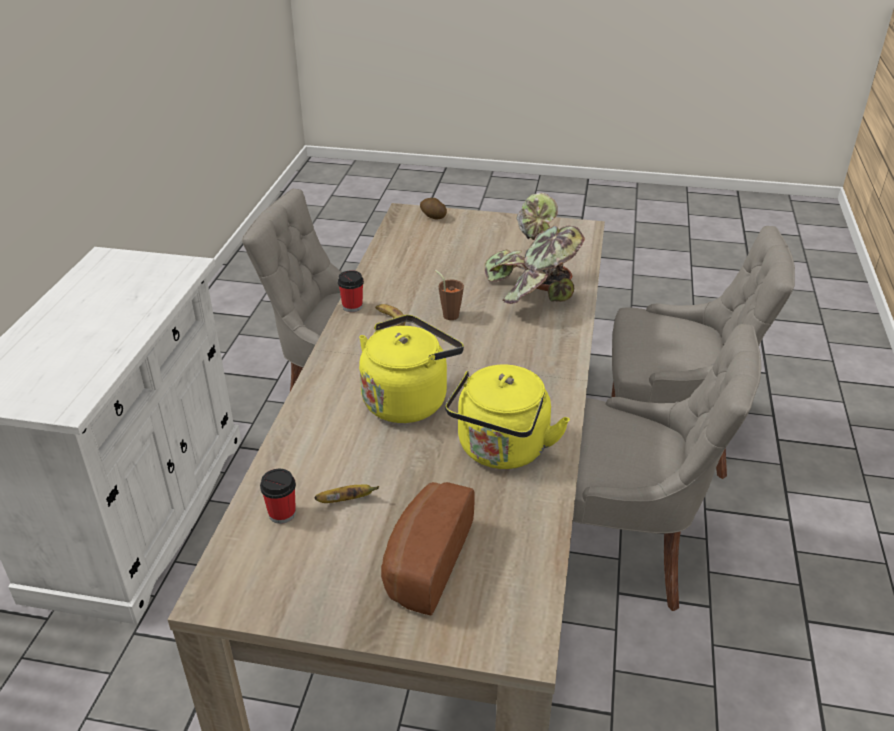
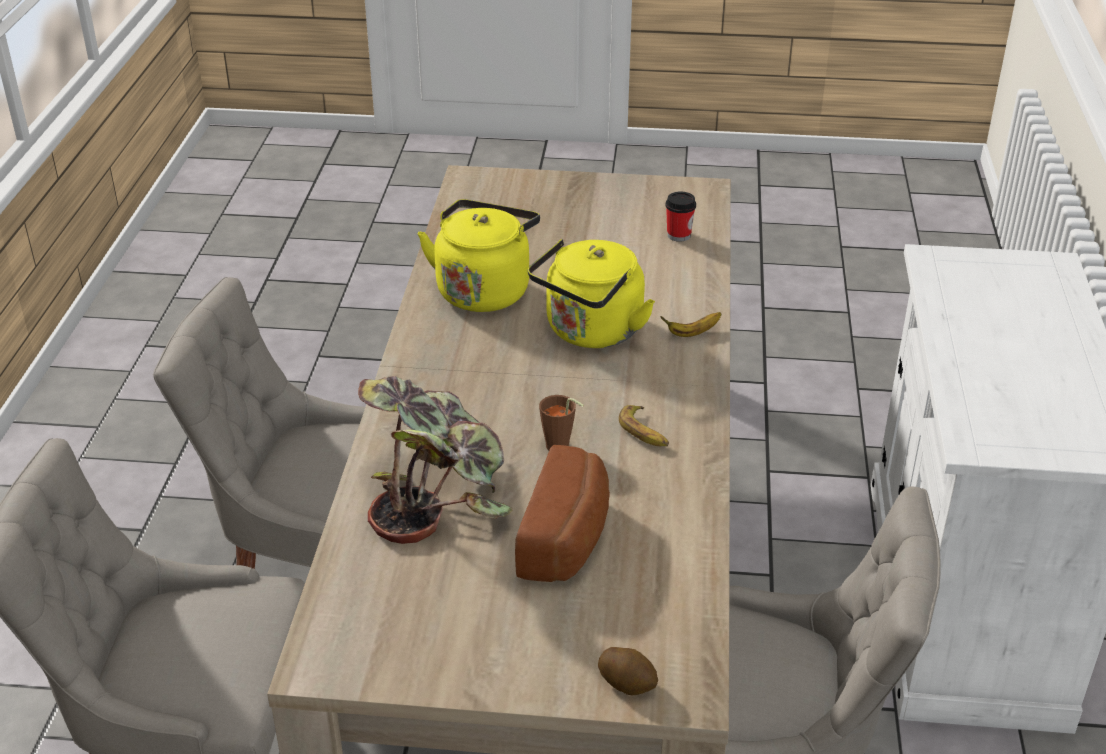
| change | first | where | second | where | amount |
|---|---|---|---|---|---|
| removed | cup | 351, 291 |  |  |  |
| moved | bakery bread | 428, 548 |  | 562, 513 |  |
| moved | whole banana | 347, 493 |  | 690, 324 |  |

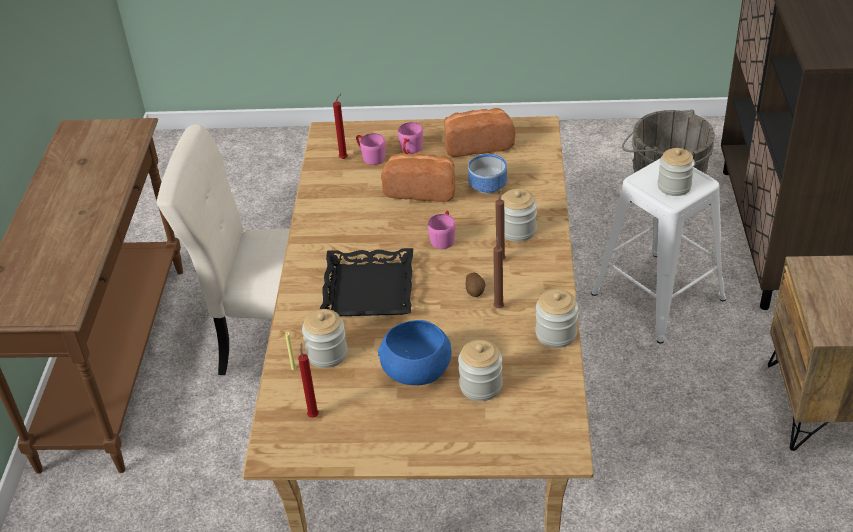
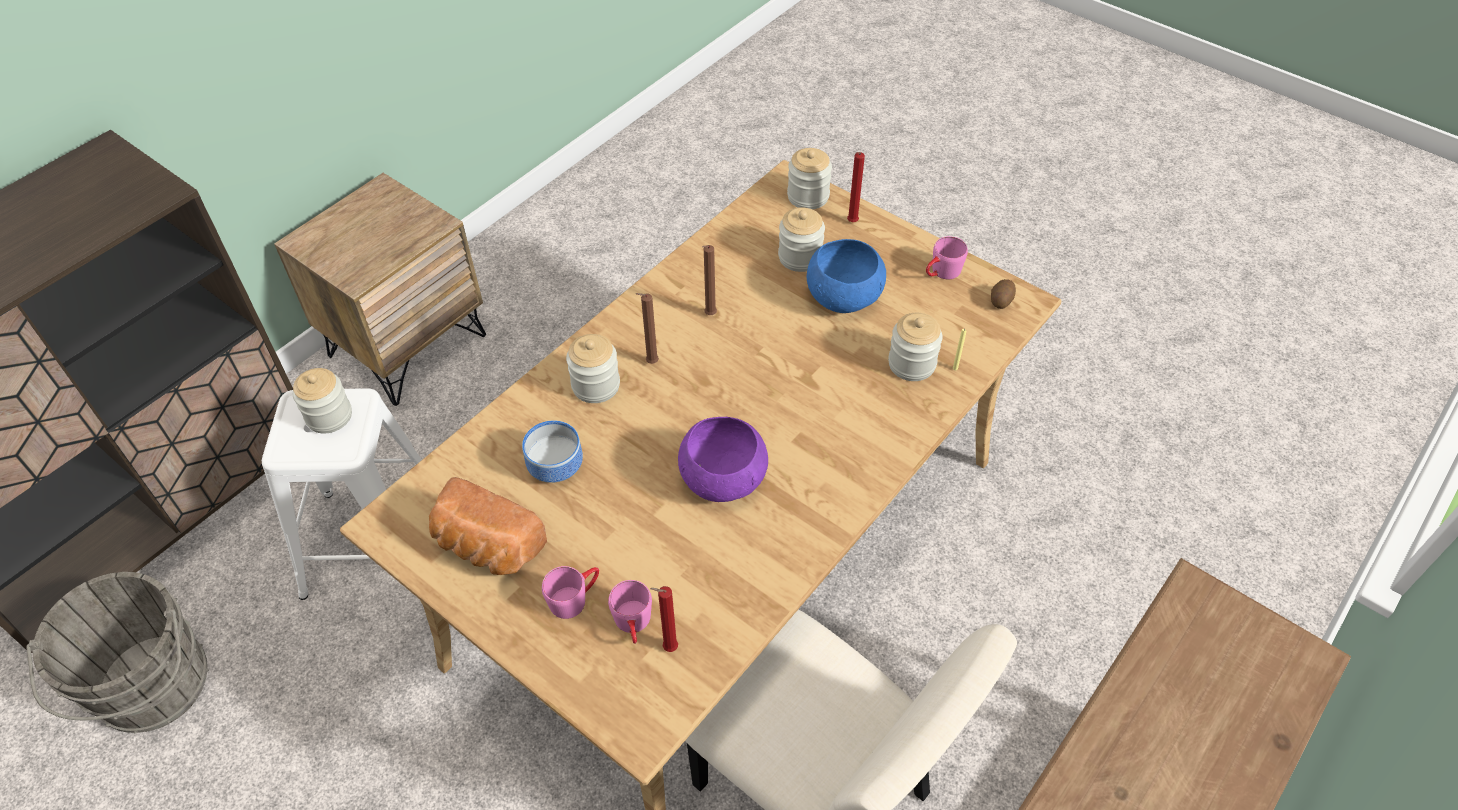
| change | first | where | second | where | amount |
|---|---|---|---|---|---|
| removed | bakery bread | 418, 177 |  |  |  |
| moved | tea mug/pinkish | 442, 230 |  | 947, 257 |  |
| removed | tray/black | 366, 282 |  |  |  |
| moved | potato | 475, 285 |  | 1003, 294 |  |
| moved | jar | 556, 318 |  | 809, 178 |  |
| moved | wax light/red | 308, 380 |  | 856, 187 |  |
| added |  |  | deep dish/purple-coloured | 723, 459 |  |

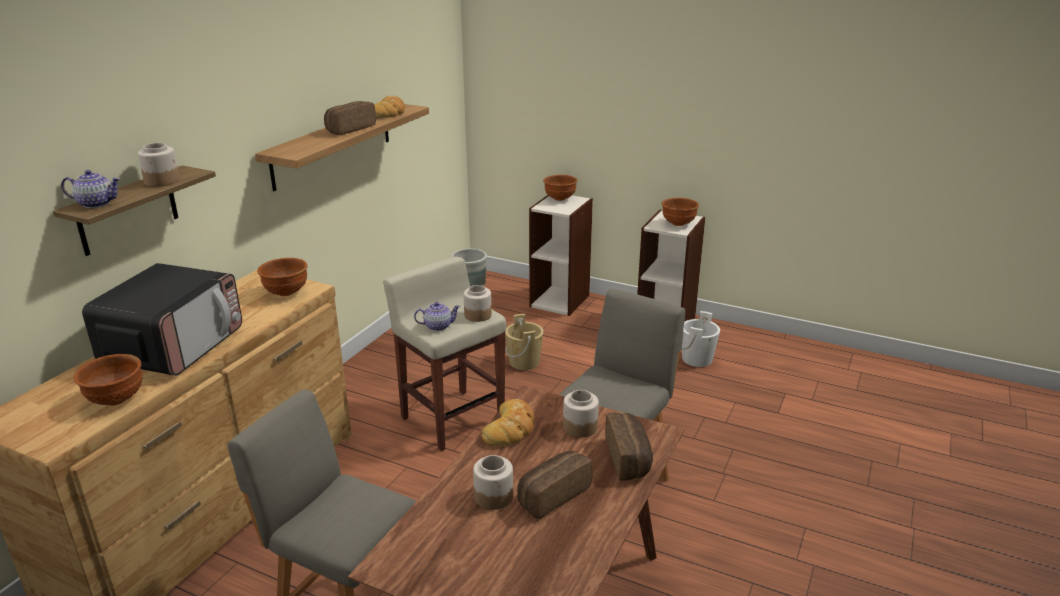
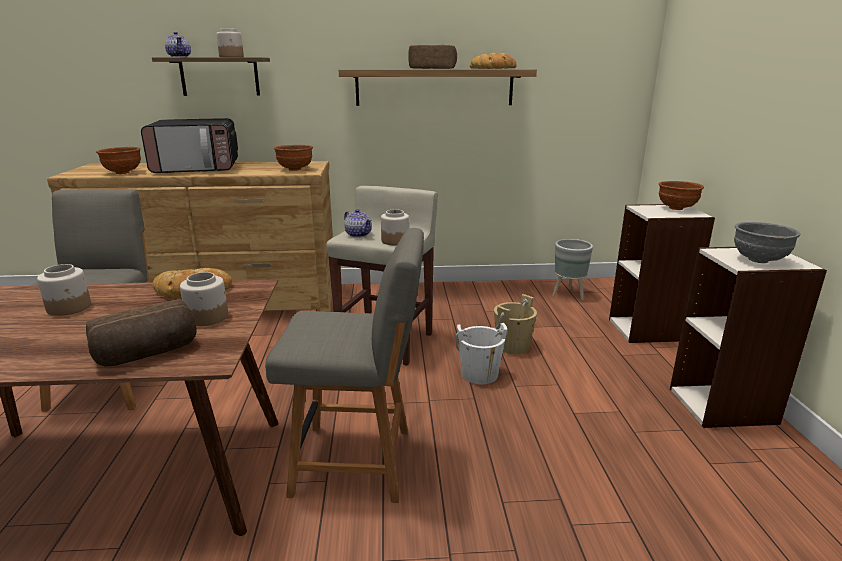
| change | first | where | second | where | amount |
|---|---|---|---|---|---|
| recoloured | deep dish/brown-coloured | 680, 212 | deep dish/gray | 767, 242 |  |
| moved | bucket/white | 701, 339 |  | 481, 353 |  |
| removed | bakery bread | 555, 484 |  |  |  |

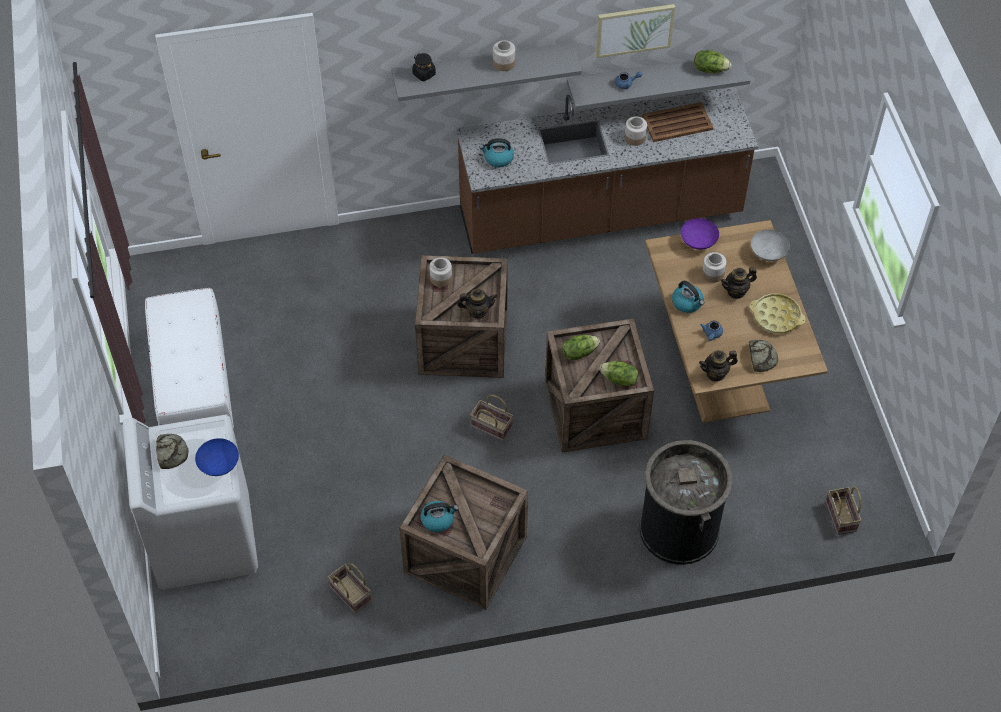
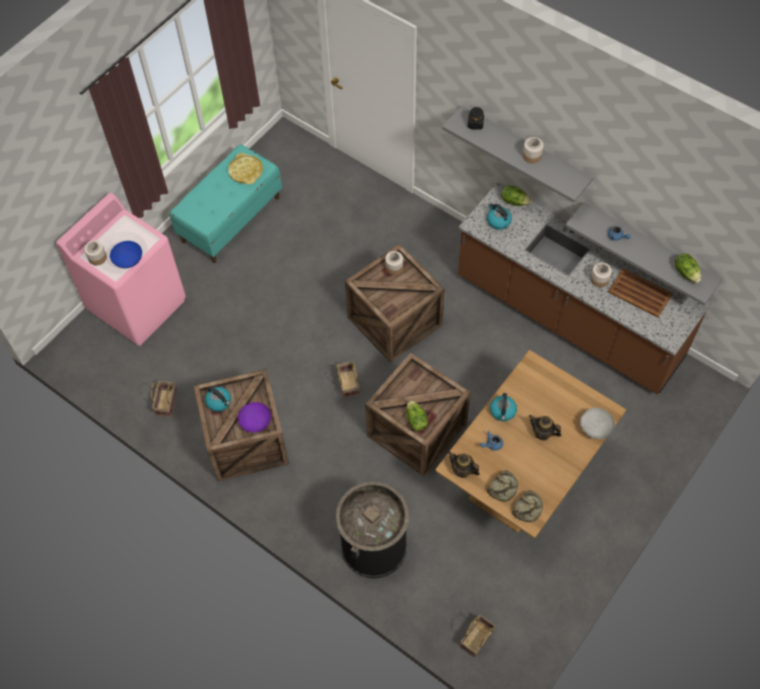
| change | first | where | second | where | amount |
|---|---|---|---|---|---|
| removed | picture | 635, 31 |  |  |  |
| moved | deep dish/purple-coloured | 700, 234 |  | 254, 417 |  |
| moved | jar | 714, 267 |  | 95, 252 |  |
| recoloured | indoor bench/white | 189, 358 | indoor bench/turquoise | 226, 203 |  |
| removed | tea pot | 477, 304 |  |  |  |
| moved | tray/yellowish | 777, 313 |  | 245, 169 |  |
| moved | lettuce | 581, 347 |  | 516, 195 |  |
| recoloured | laundry machine/white | 190, 502 | laundry machine/pinkish | 121, 269 |  |
| moved | bakery bread | 172, 451 |  | 527, 506 |  |

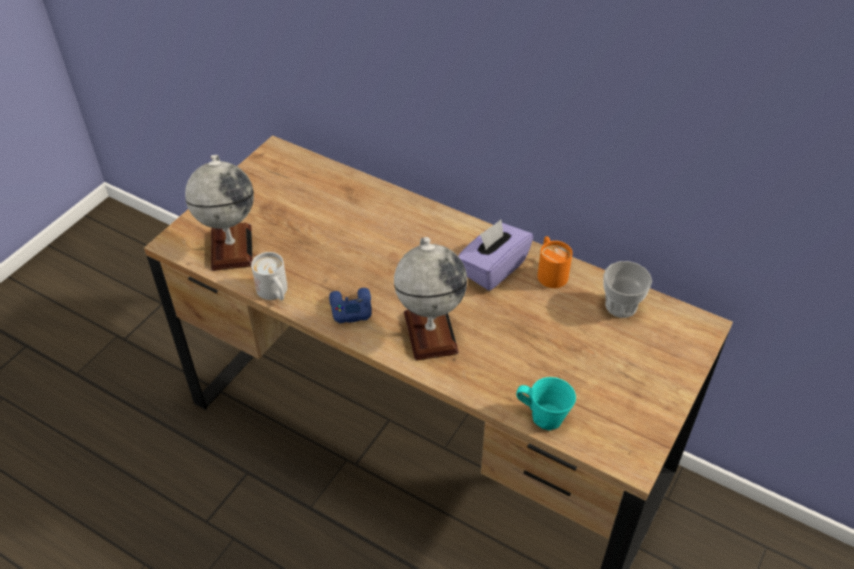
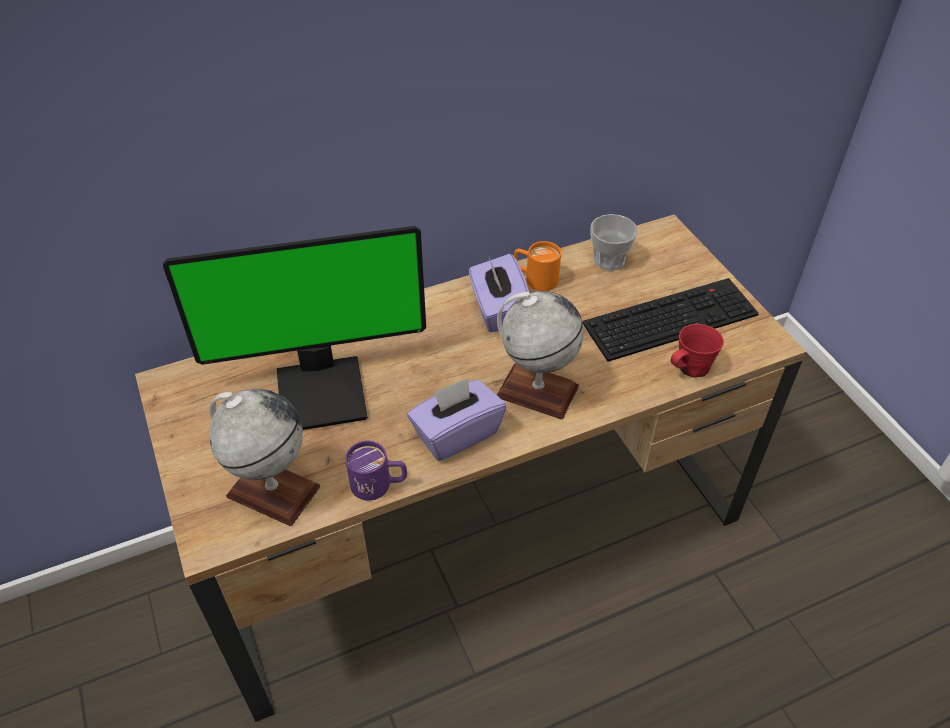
| change | first | where | second | where | amount |
|---|---|---|---|---|---|
| recoloured | tea mug/white | 269, 276 | tea mug/purple-coloured | 376, 471 |  |
| replaced | gamepad/bluish | 350, 305 | tissue box/purple-coloured | 456, 419 |  |
| recoloured | tea mug/turquoise | 546, 404 | tea mug/red | 697, 351 |  |
| added |  |  | computer screen | 294, 328 |  |
| added |  |  | PC keyboard | 670, 320 |  |

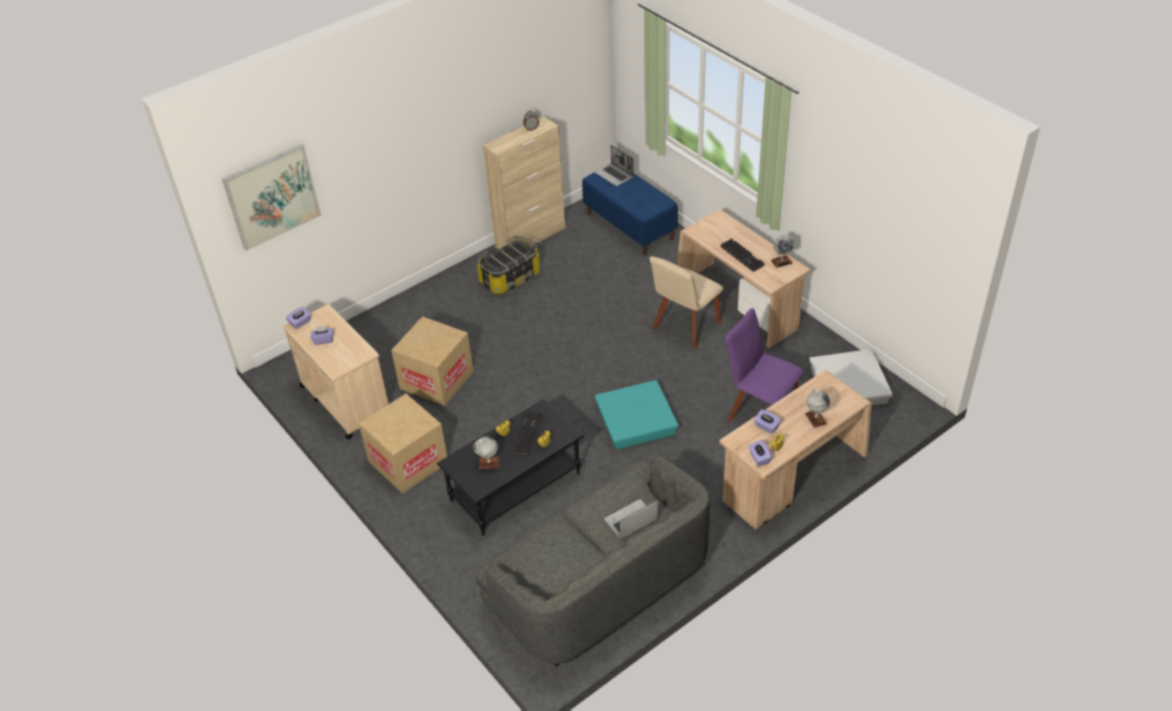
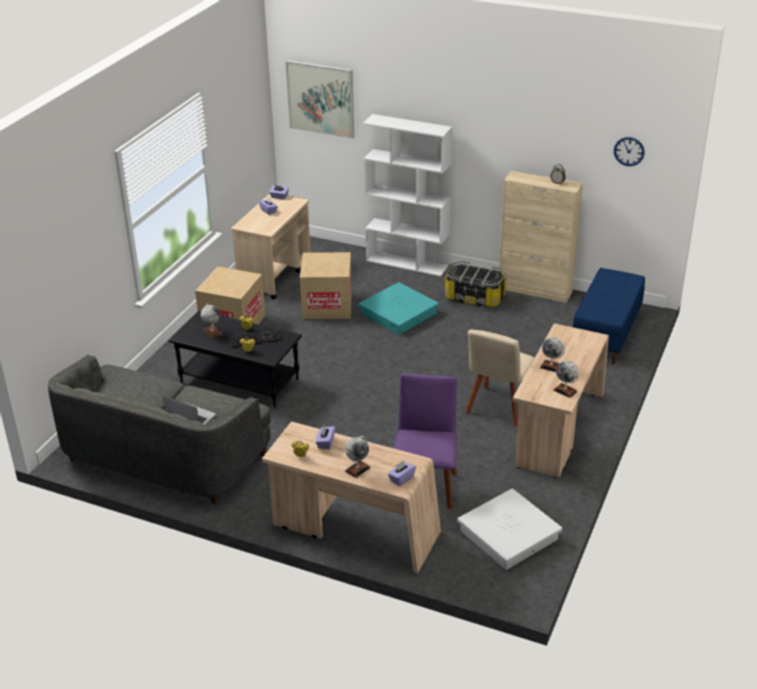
| change | first | where | second | where | amount |
|---|---|---|---|---|---|
| removed | laptop | 614, 165 |  |  |  |
| replaced | PC keyboard | 742, 255 | globe | 552, 354 |  |
| turned | upright chair/sand-coloured | 686, 303 |  | 499, 378 | 75 degrees counterclockwise |
| moved | storage box/turquoise | 636, 414 |  | 398, 308 |  |
| moved | tissue box/purple-coloured | 760, 453 |  | 402, 473 |  |
| added |  |  | bookshelf/white | 407, 195 |  |
| added |  |  | wall clock | 629, 151 |  |

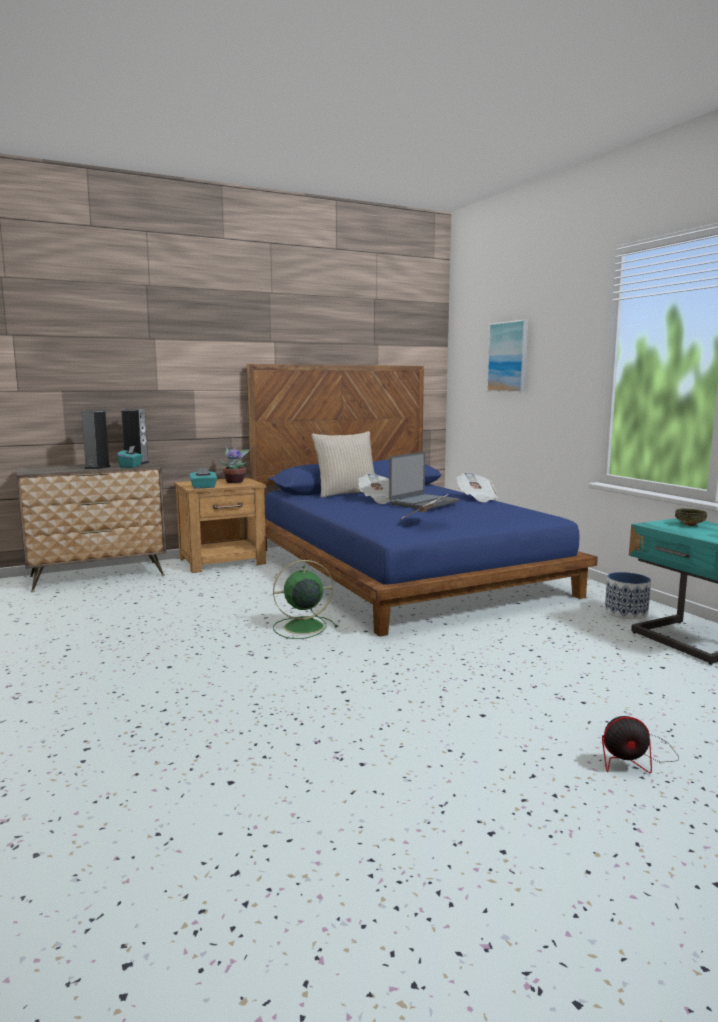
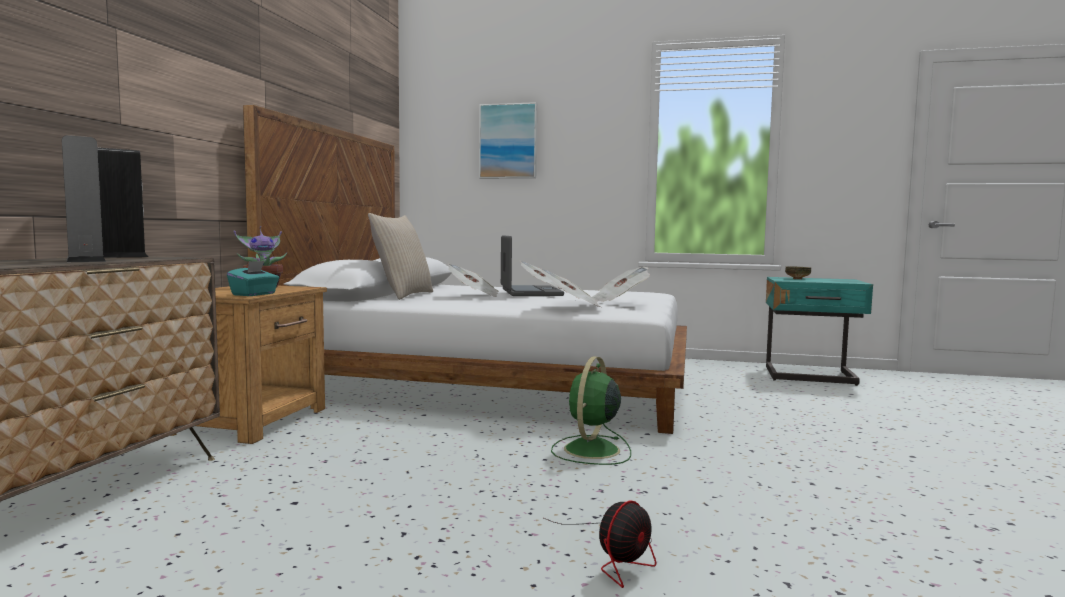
| change | first | where | second | where | amount |
|---|---|---|---|---|---|
| recoloured | sleeping bed/bluish | 422, 500 | sleeping bed/white | 465, 269 |  |
| removed | tissue box/turquoise | 130, 457 |  |  |  |
| removed | planter | 628, 595 |  |  |  |
| moved | cooling fan | 640, 744 |  | 600, 544 |  |
| added |  |  | newspaper | 570, 287 |  |

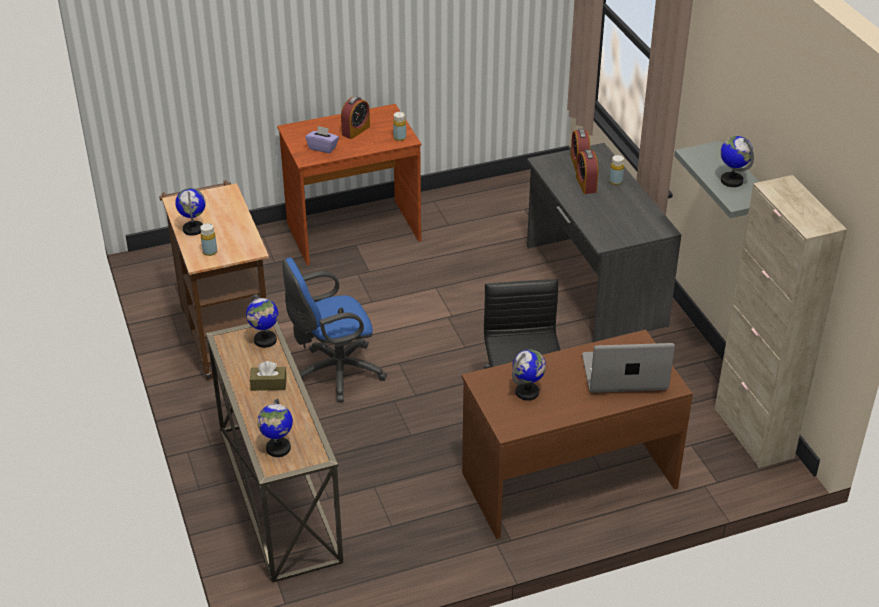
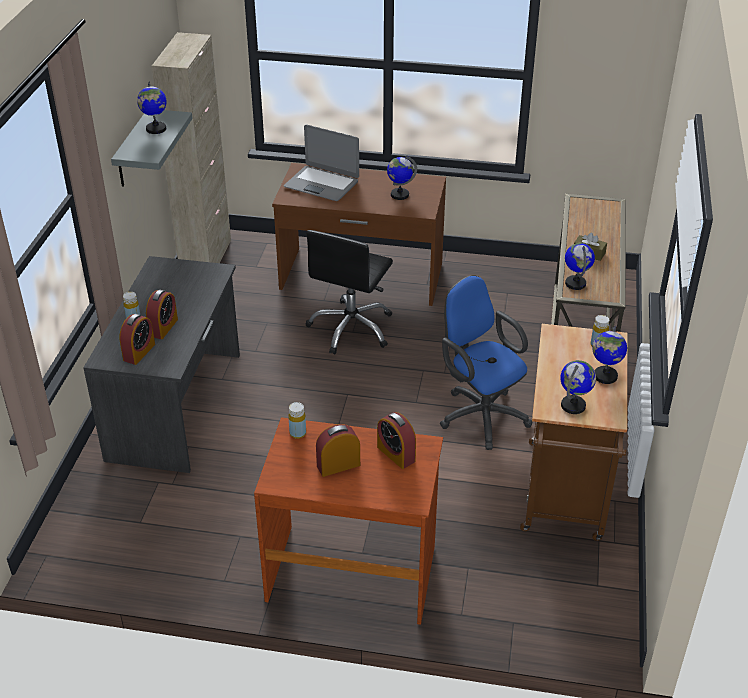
| change | first | where | second | where | amount |
|---|---|---|---|---|---|
| replaced | tissue box/purple-coloured | 322, 139 | table clock | 396, 440 |  |
| turned | desk chair/bluish | 334, 330 |  | 486, 362 | 135 degrees counterclockwise |
| moved | globe | 275, 428 |  | 578, 387 |  |

